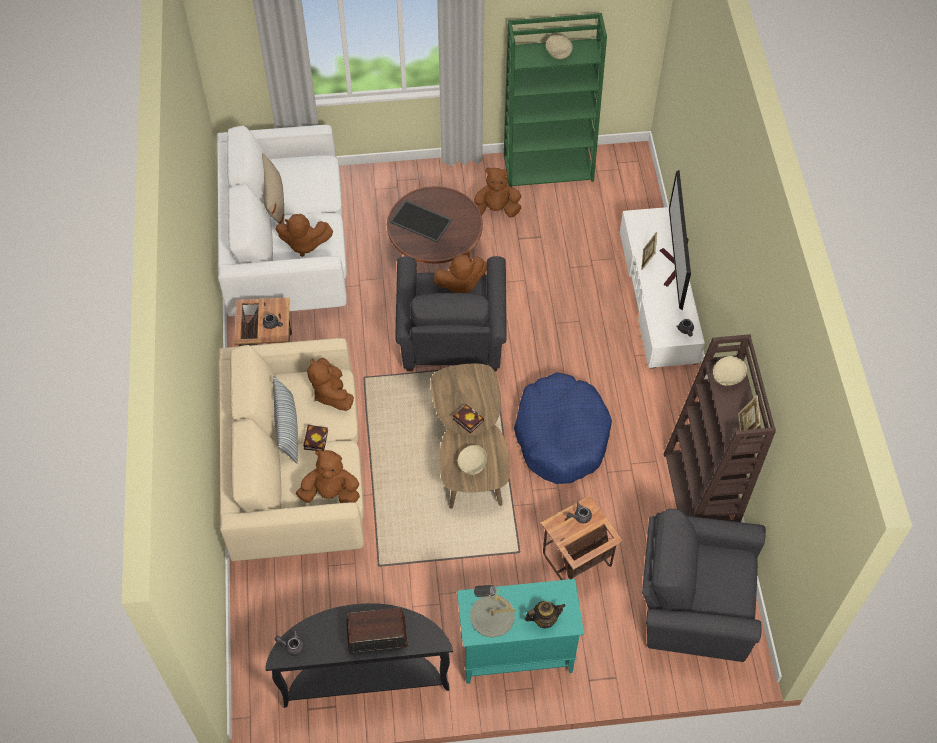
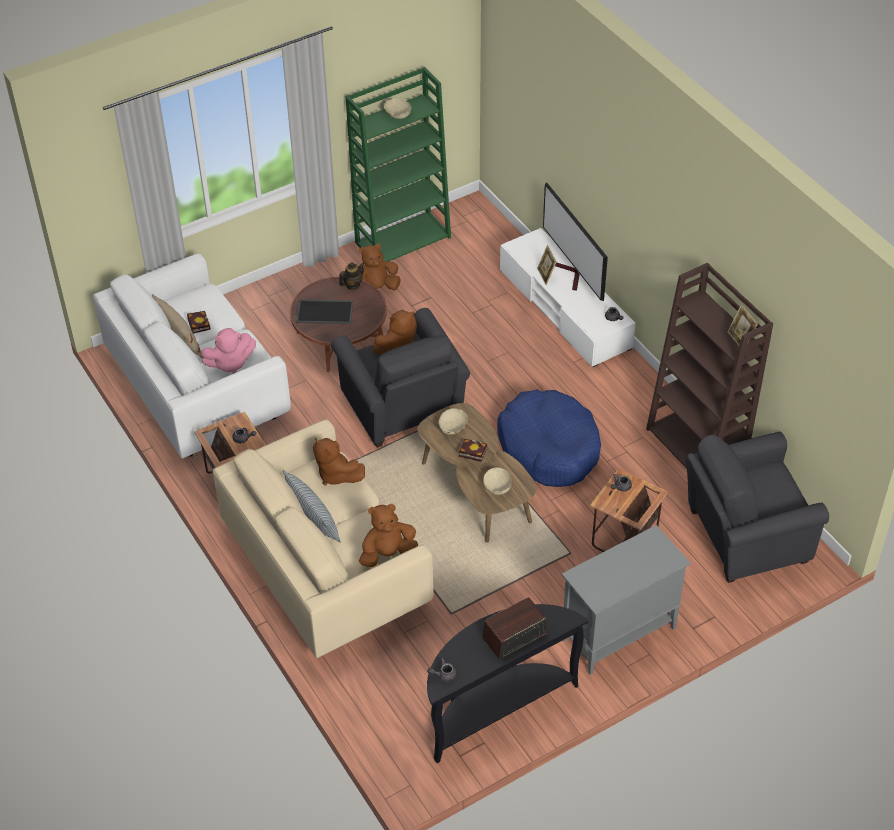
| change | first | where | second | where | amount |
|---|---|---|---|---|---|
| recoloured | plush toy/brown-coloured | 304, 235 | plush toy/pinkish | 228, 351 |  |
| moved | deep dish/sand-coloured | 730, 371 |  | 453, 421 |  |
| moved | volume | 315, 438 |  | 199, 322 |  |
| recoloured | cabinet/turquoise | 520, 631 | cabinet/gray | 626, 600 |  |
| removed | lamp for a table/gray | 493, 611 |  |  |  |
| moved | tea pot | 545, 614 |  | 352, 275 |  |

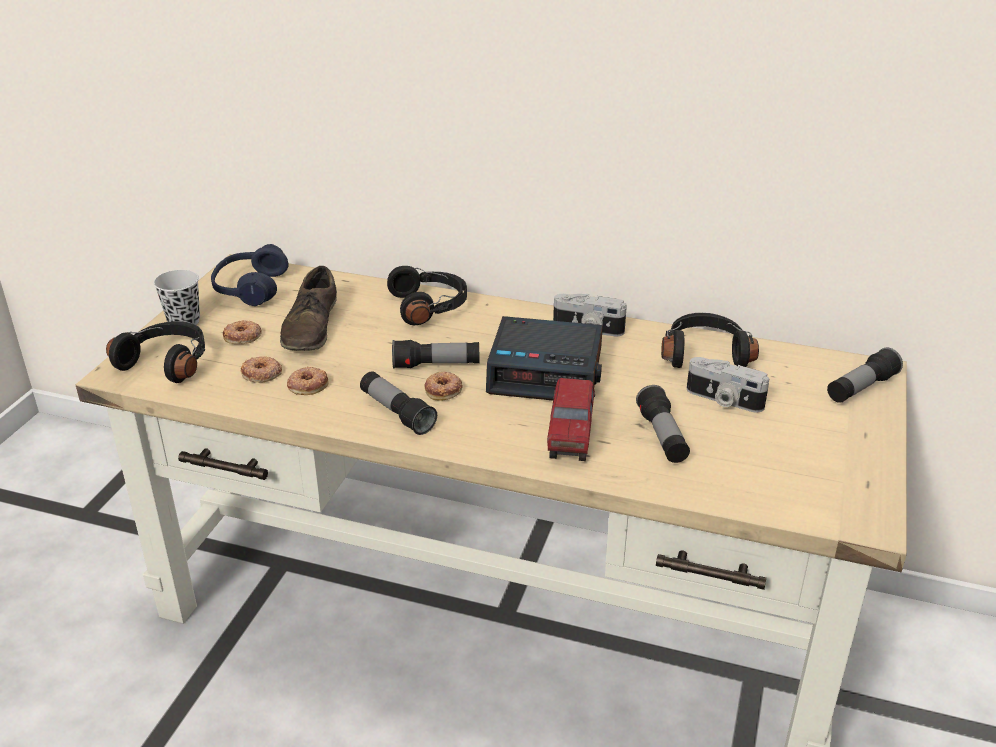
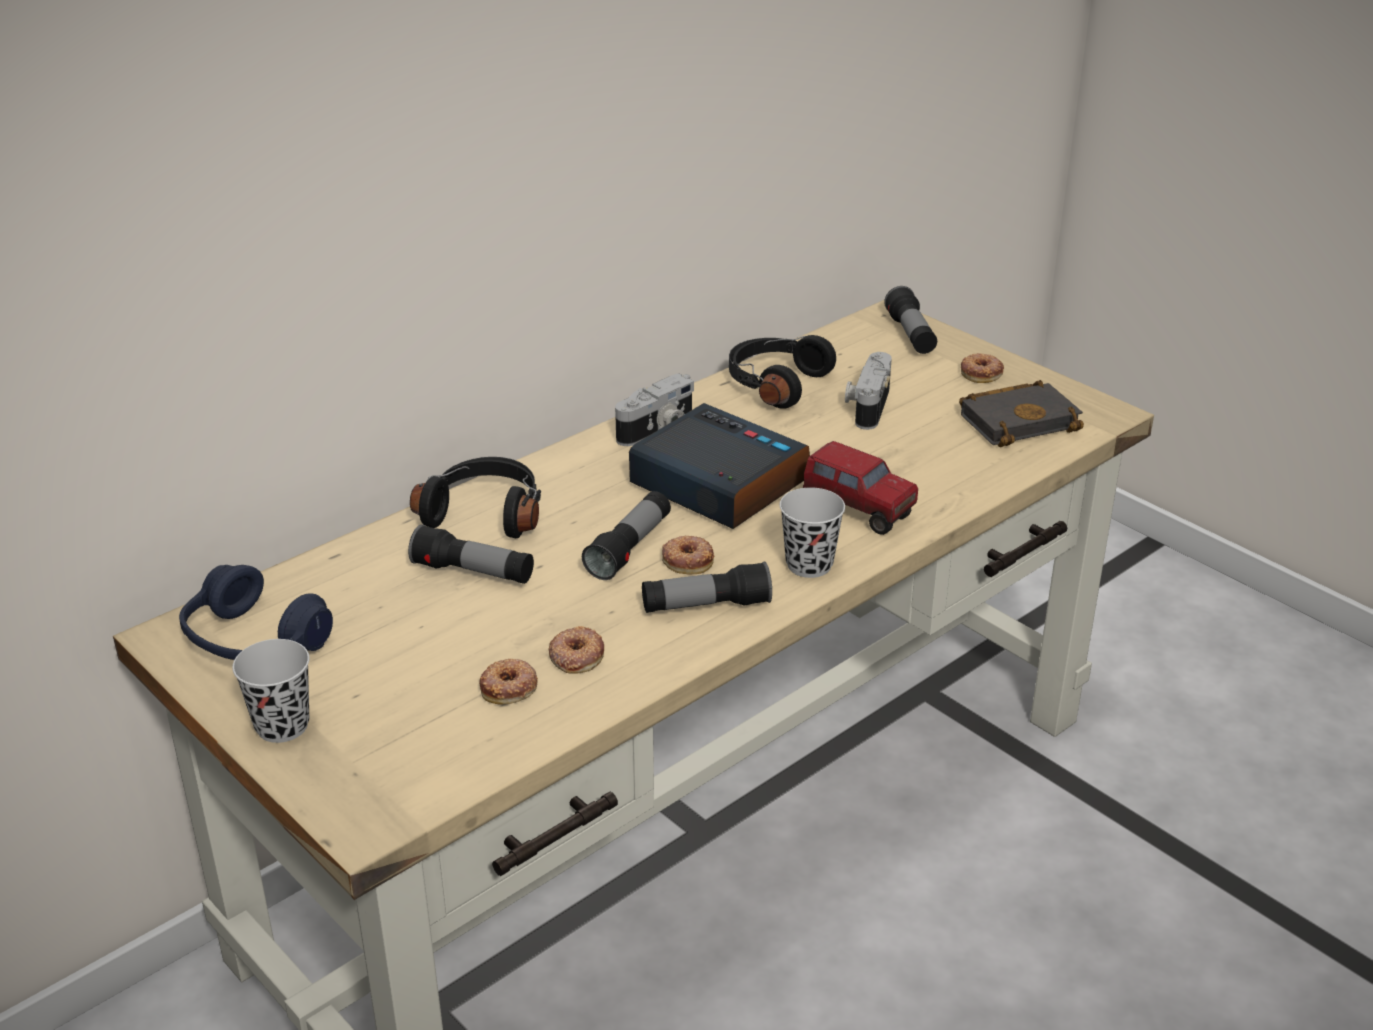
| change | first | where | second | where | amount |
|---|---|---|---|---|---|
| removed | item of footwear/brown-coloured | 308, 308 |  |  |  |
| turned | table clock | 544, 358 |  | 719, 466 | 90 degrees counterclockwise |
| moved | donut | 242, 332 |  | 982, 368 |  |
| removed | headset/black | 155, 352 |  |  |  |
| turned | still camera | 728, 384 |  | 868, 391 | 135 degrees clockwise |
| moved | hand torch | 663, 424 |  | 471, 554 |  |
| added |  |  | volume/black | 1021, 413 |  |
| added |  |  | cup/black | 812, 533 |  |

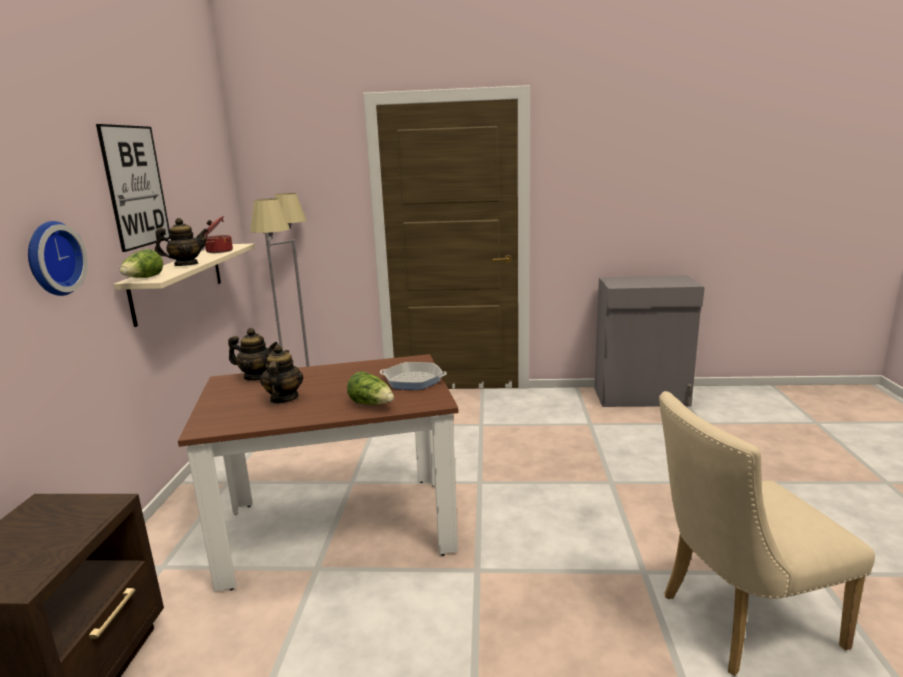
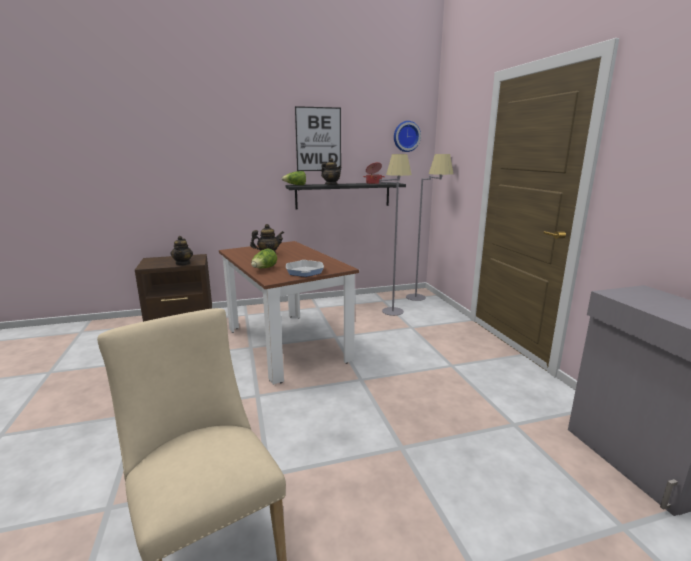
| change | first | where | second | where | amount |
|---|---|---|---|---|---|
| moved | wall clock | 58, 258 |  | 407, 136 |  |
| recoloured | wall shelf/sand-coloured | 184, 285 | wall shelf/black | 346, 196 |  |
| moved | tea pot | 253, 354 |  | 182, 250 |  |

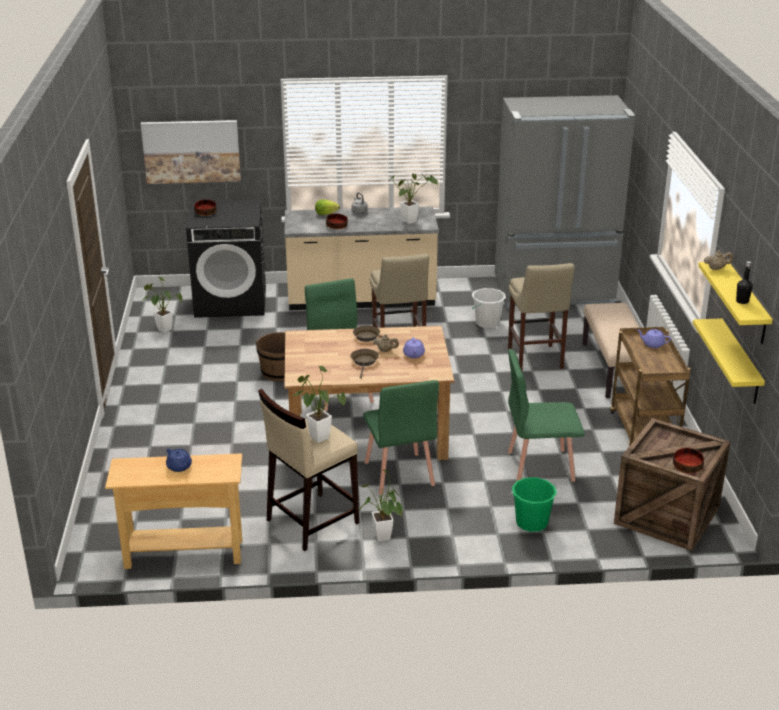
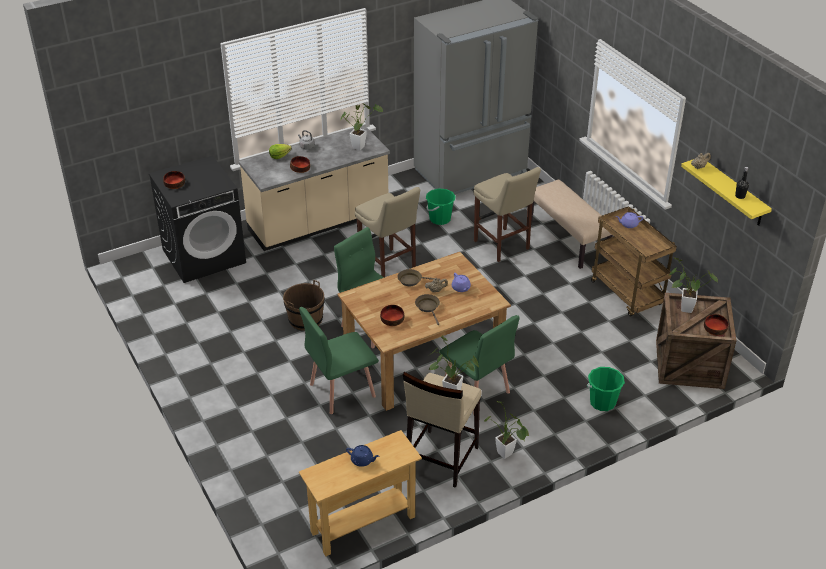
| change | first | where | second | where | amount |
|---|---|---|---|---|---|
| removed | picture | 191, 152 |  |  |  |
| moved | potted plant | 162, 304 |  | 693, 285 |  |
| recoloured | bucket/white | 489, 308 | bucket/greenish | 441, 206 |  |
| removed | wall shelf/yellowish | 729, 361 |  |  |  |
| moved | upright chair/greenish | 546, 415 |  | 339, 360 |  |
| added |  |  | deep dish | 392, 315 |  |

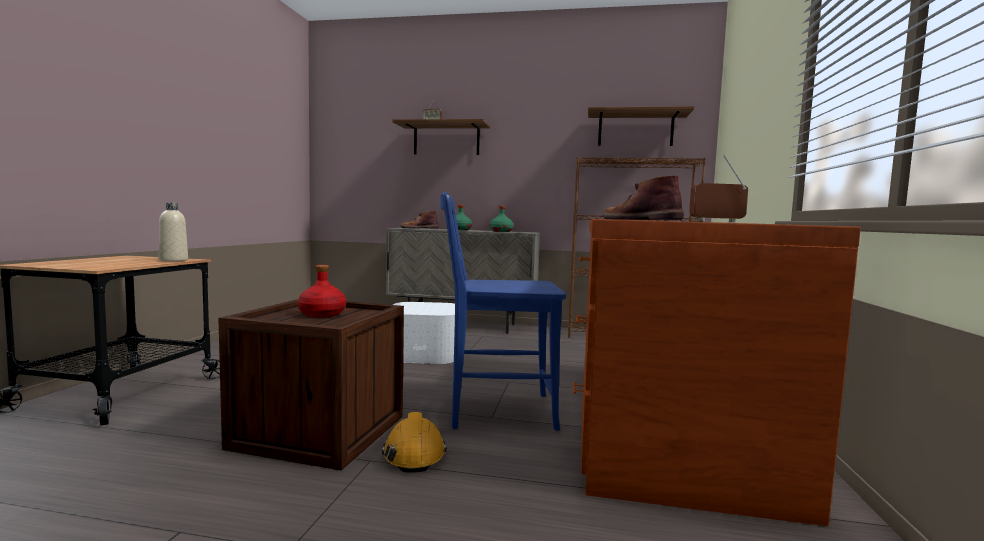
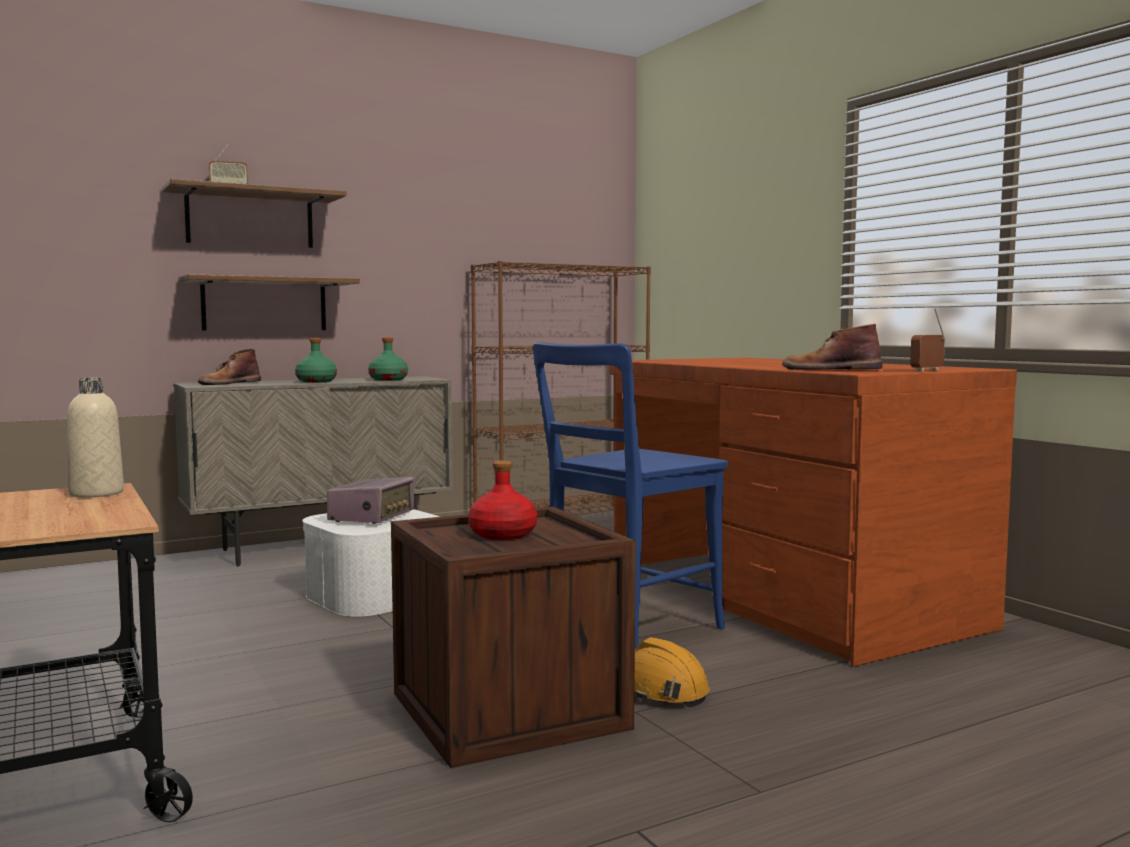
| change | first | where | second | where | amount |
|---|---|---|---|---|---|
| moved | wall shelf | 641, 126 |  | 269, 302 |  |
| added |  |  | radio receiver | 370, 500 |  |

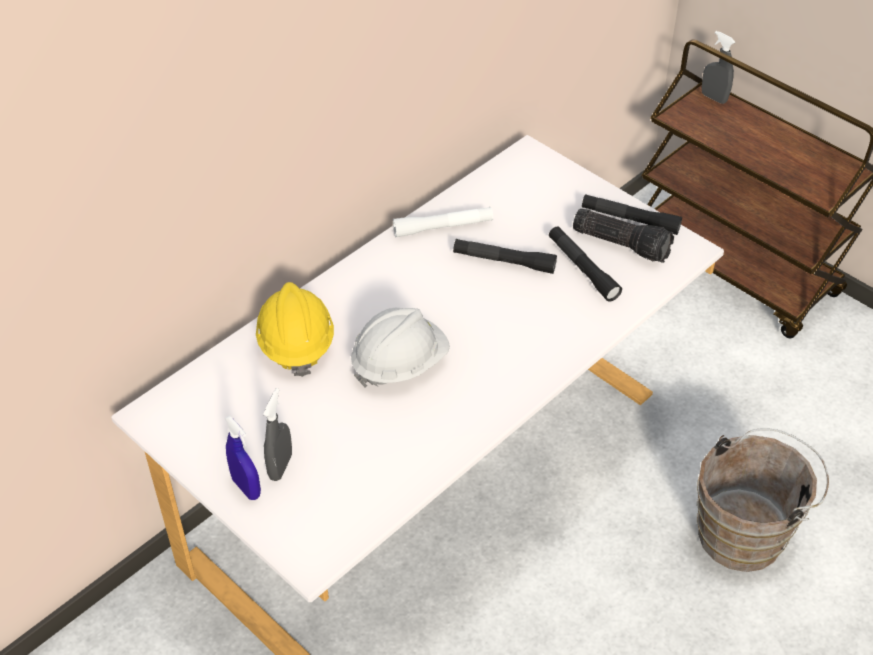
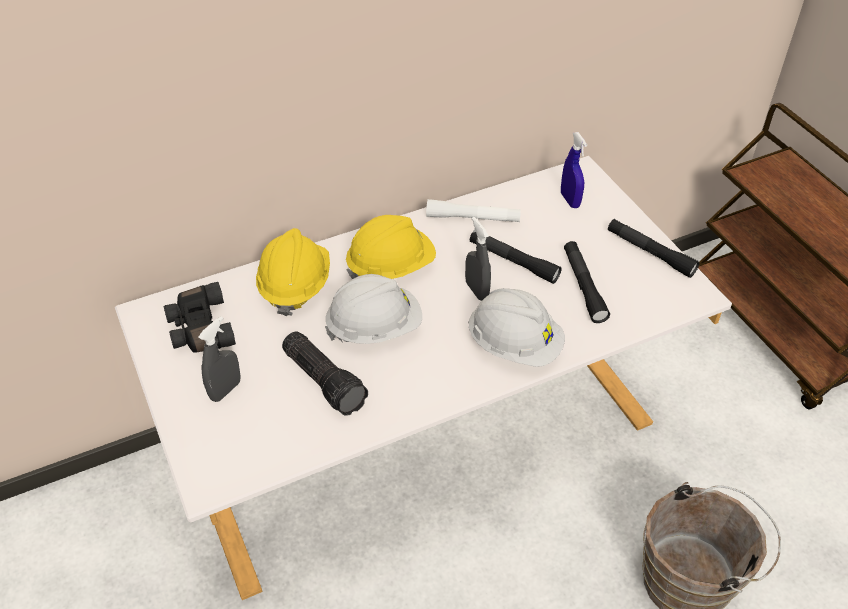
| change | first | where | second | where | amount |
|---|---|---|---|---|---|
| moved | spray bottle/gray | 718, 67 |  | 478, 259 |  |
| moved | hand torch | 623, 236 |  | 325, 374 |  |
| moved | spray bottle/bluish | 243, 457 |  | 574, 170 |  |
| added |  |  | work helmet/yellowish | 391, 247 |  |
| added |  |  | binoculars/black | 200, 317 |  |
| added |  |  | work helmet/white | 516, 327 |  |

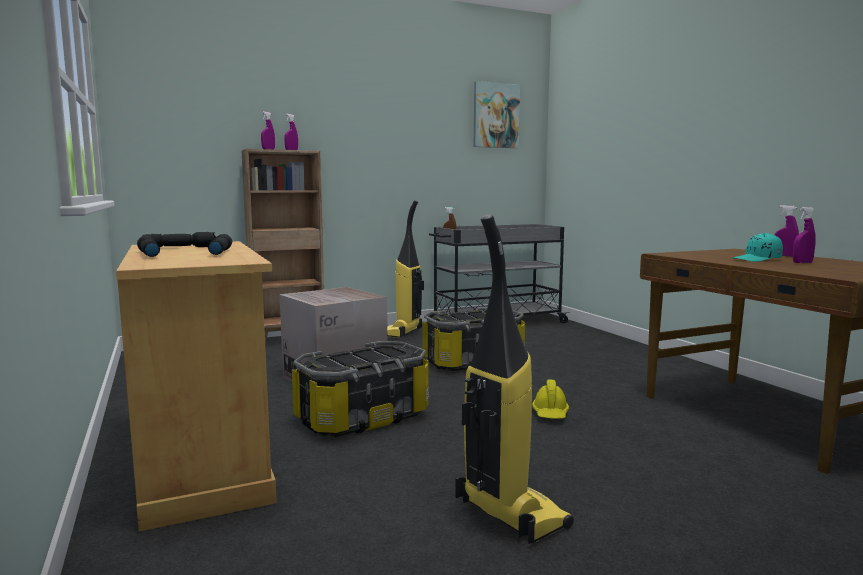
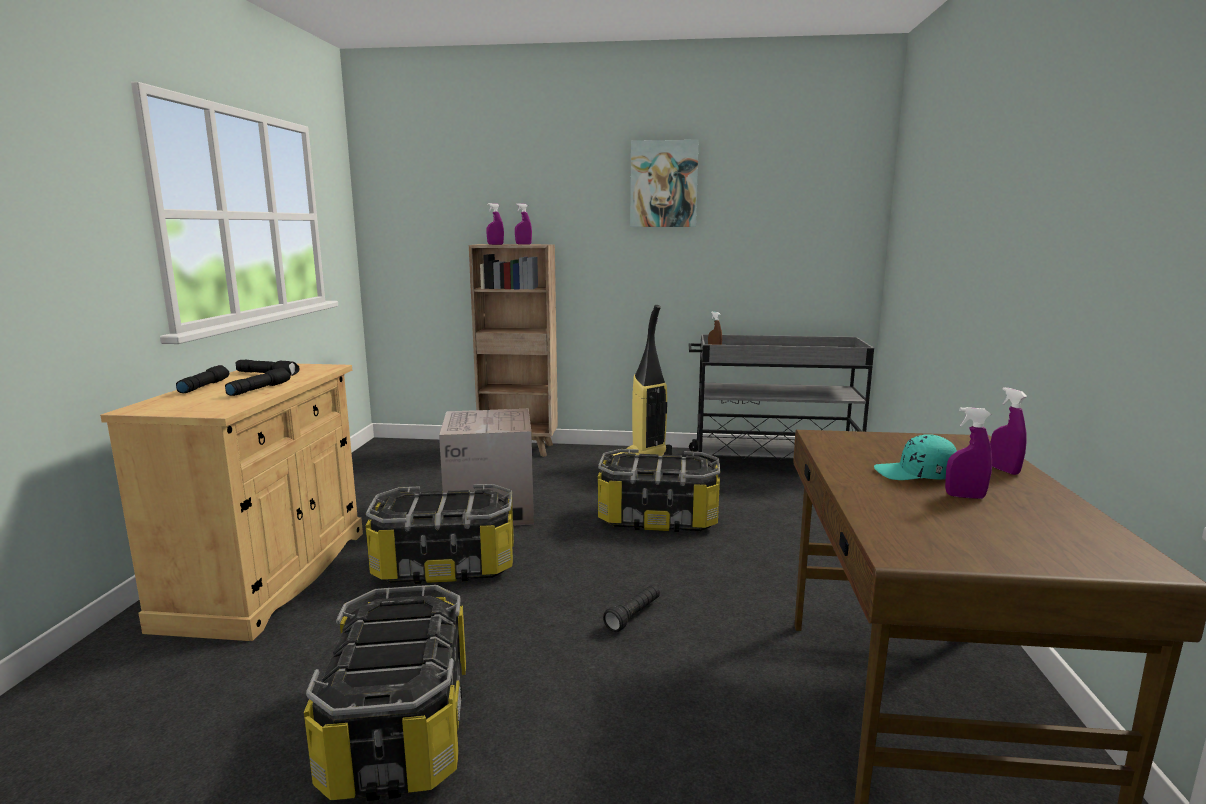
| change | first | where | second | where | amount |
|---|---|---|---|---|---|
| moved | picture | 497, 114 |  | 664, 183 |  |
| replaced | hoover | 514, 379 | storage box | 385, 693 |  |
| replaced | work helmet/yellowish | 550, 399 | hand torch/black | 631, 608 |  |

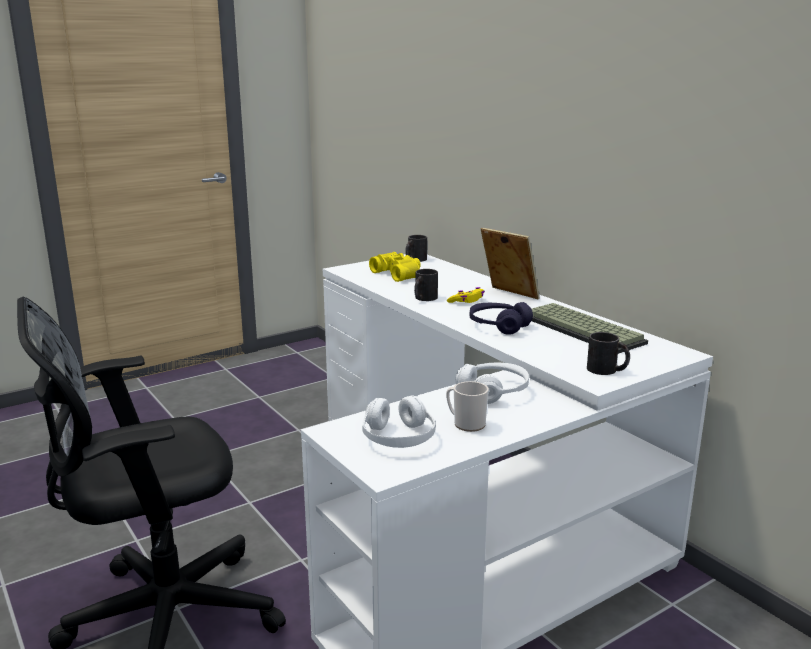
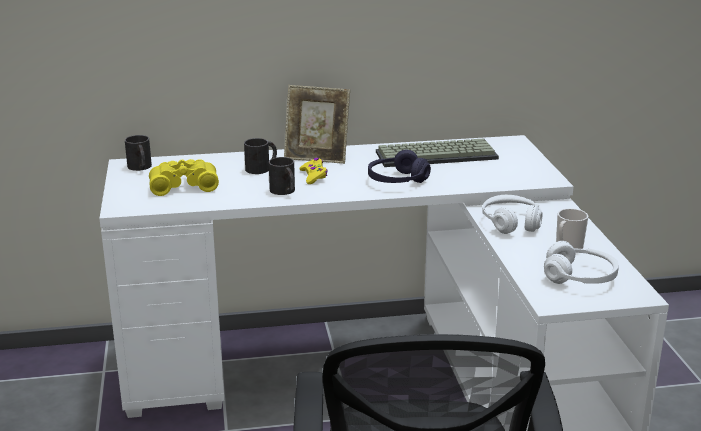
| change | first | where | second | where | amount |
|---|---|---|---|---|---|
| turned | picture frame | 510, 264 |  | 317, 124 | 150 degrees counterclockwise |
| moved | tea mug/black | 608, 353 |  | 260, 156 |  |

